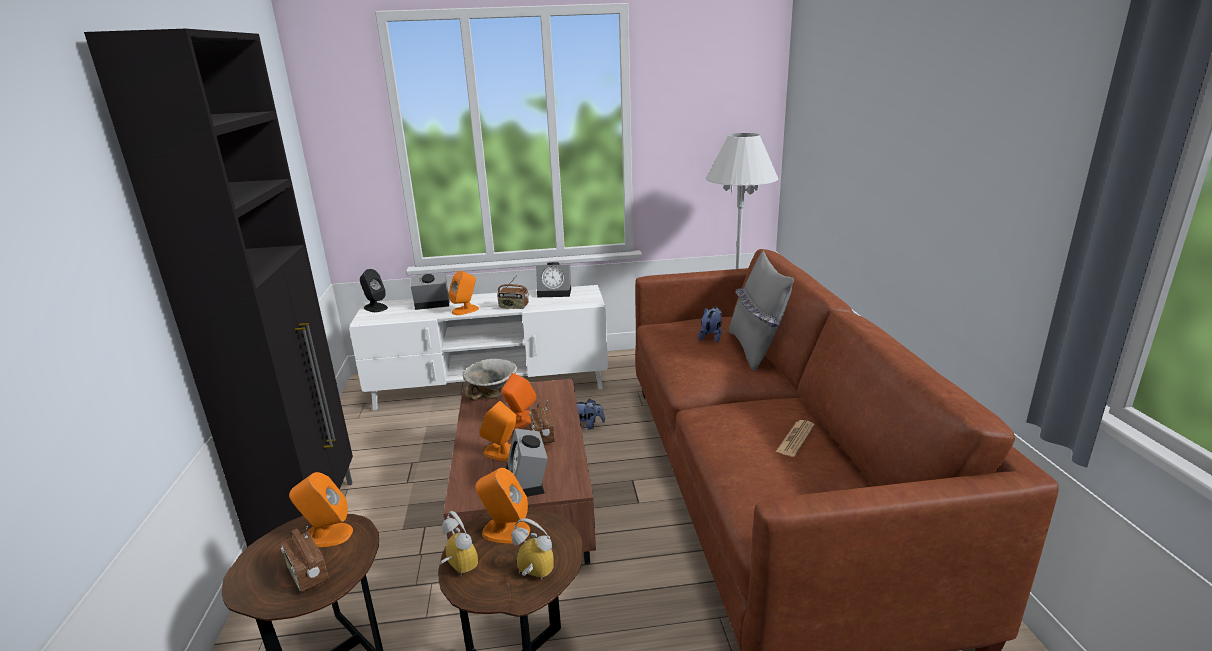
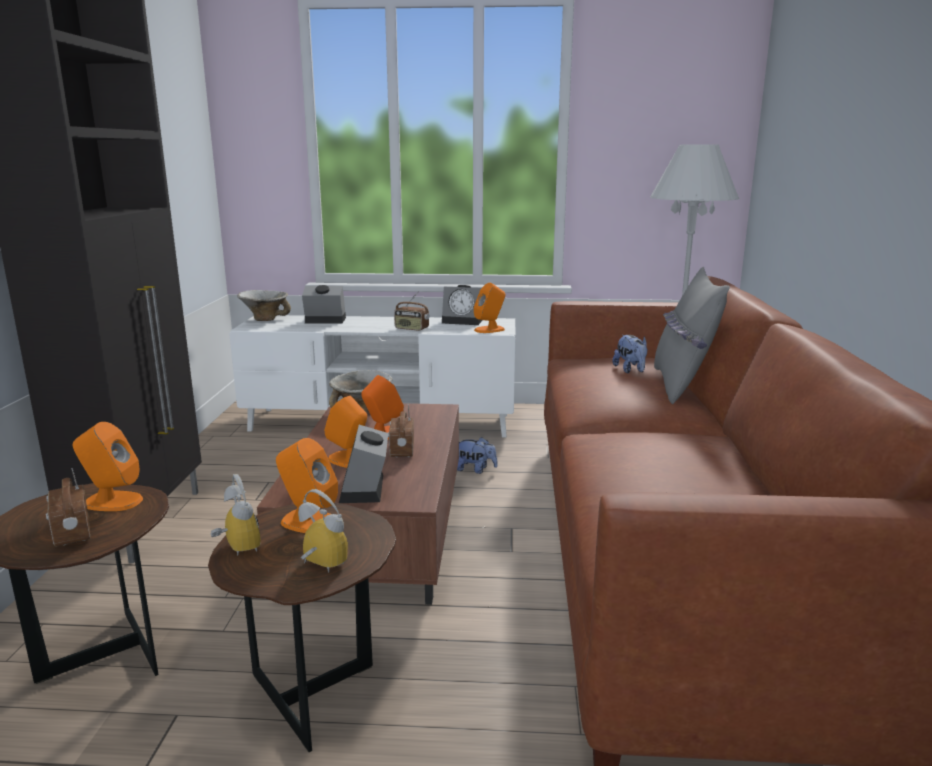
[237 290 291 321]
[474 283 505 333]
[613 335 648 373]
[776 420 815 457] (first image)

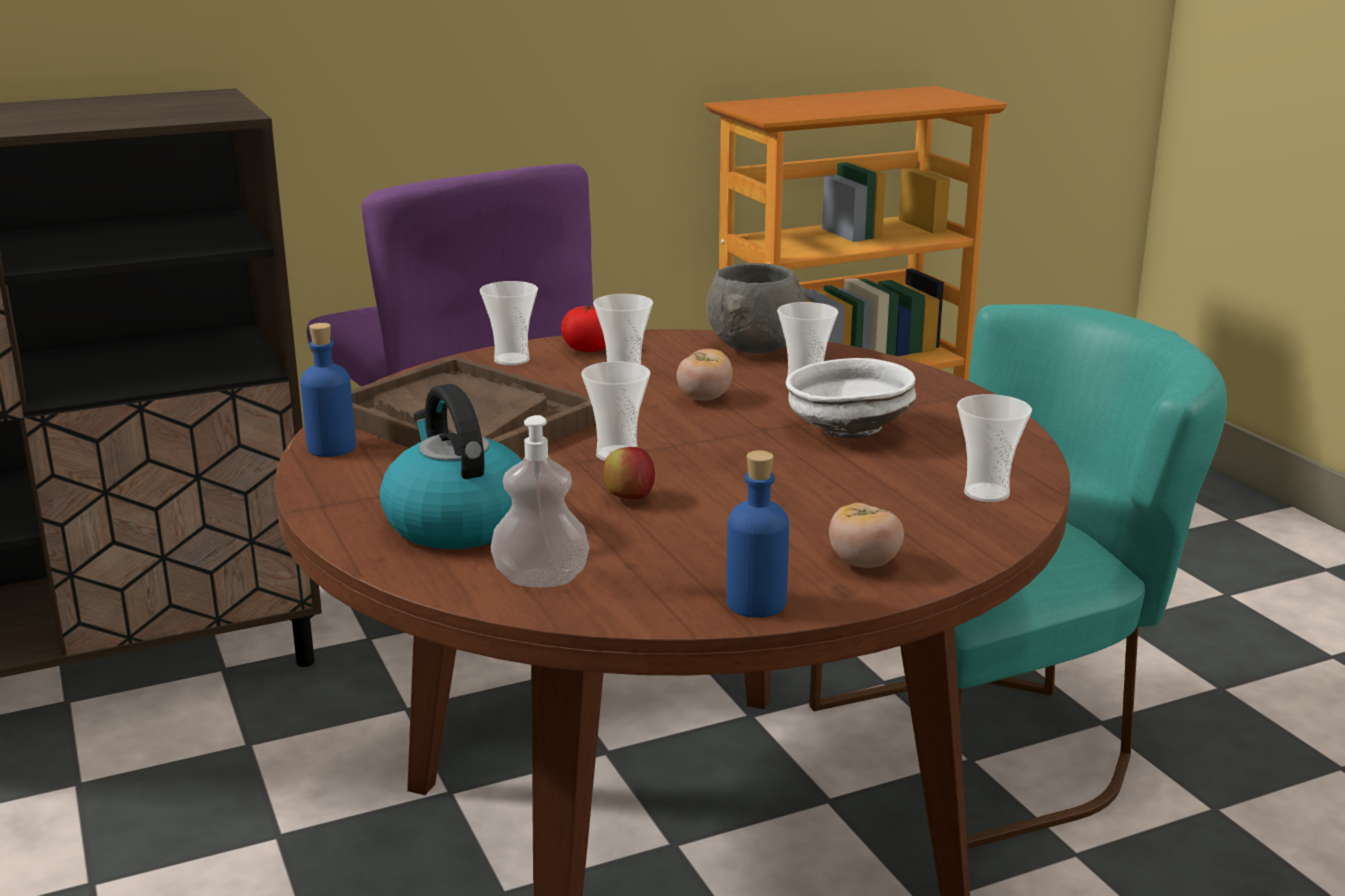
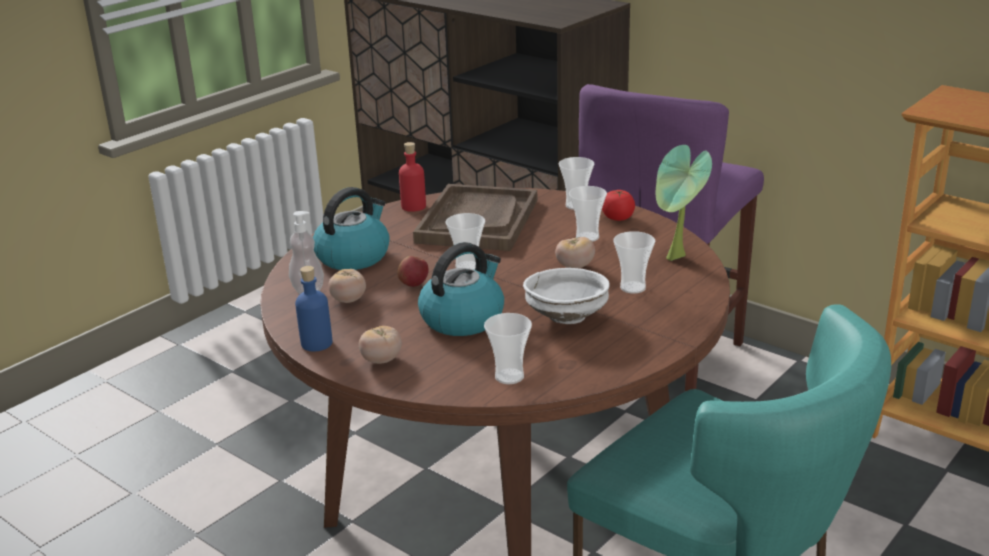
[328 269 366 303]
[399 142 426 212]
[418 242 504 336]
[656 145 712 261]

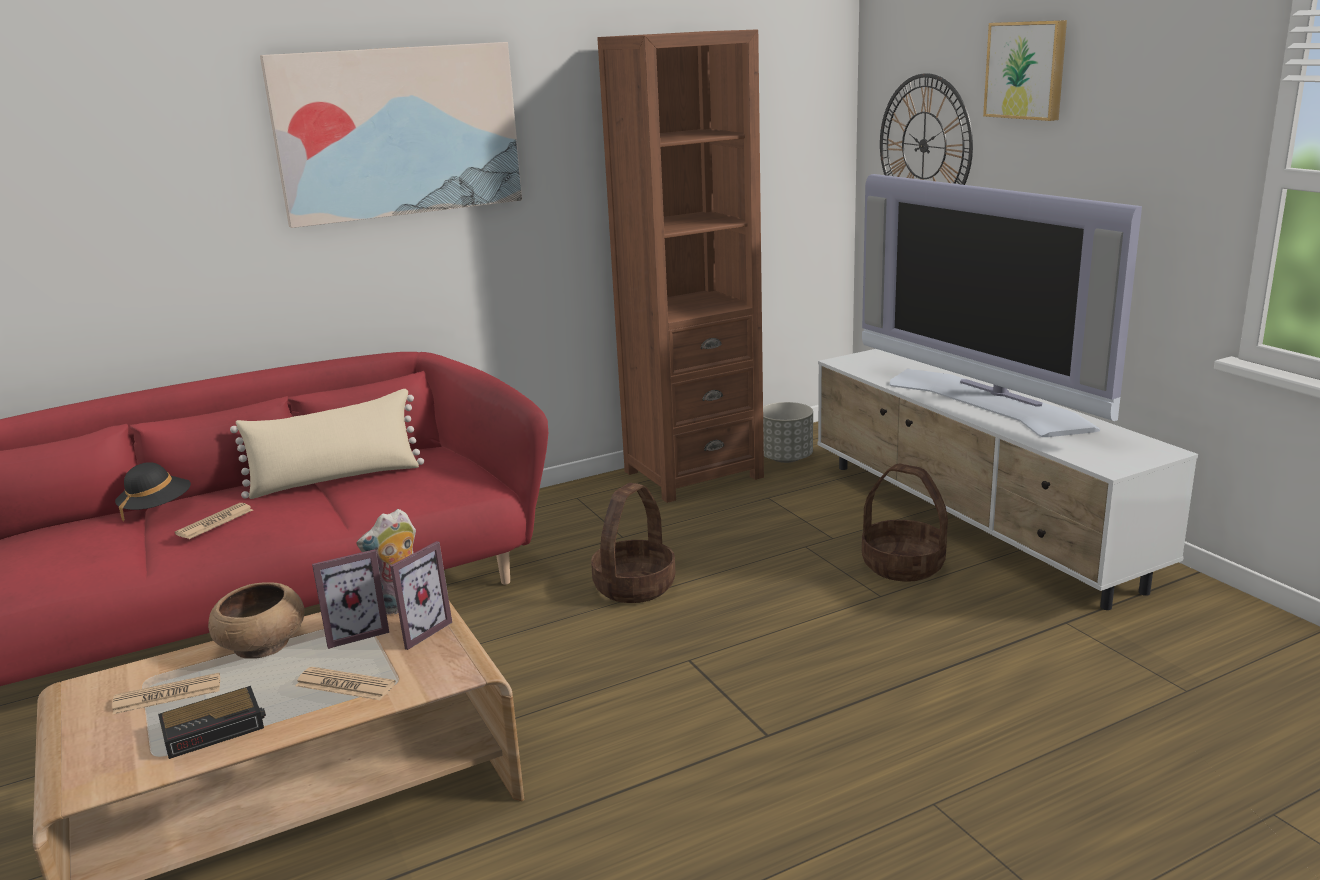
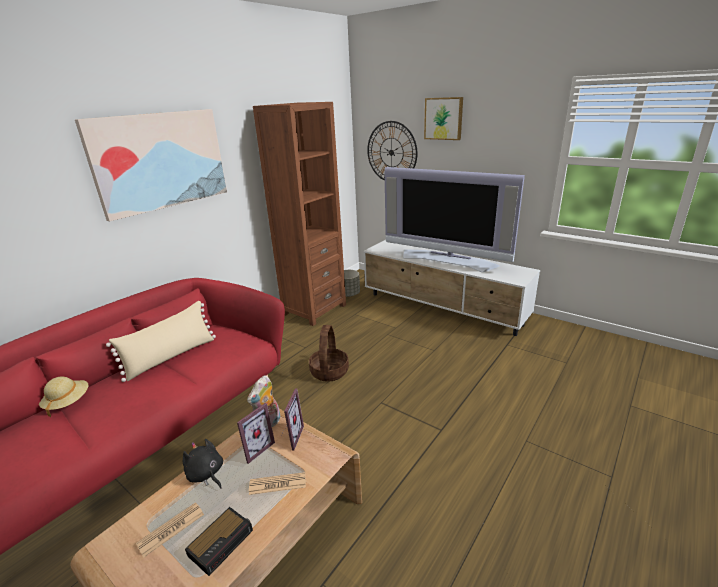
[39 376 88 417]
[183 439 223 489]
[175 503 253 539] (first image)
[862 464 948 582] (first image)

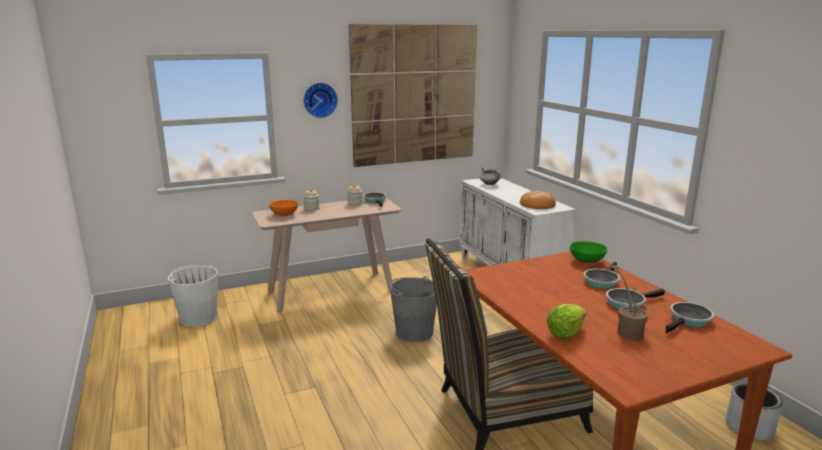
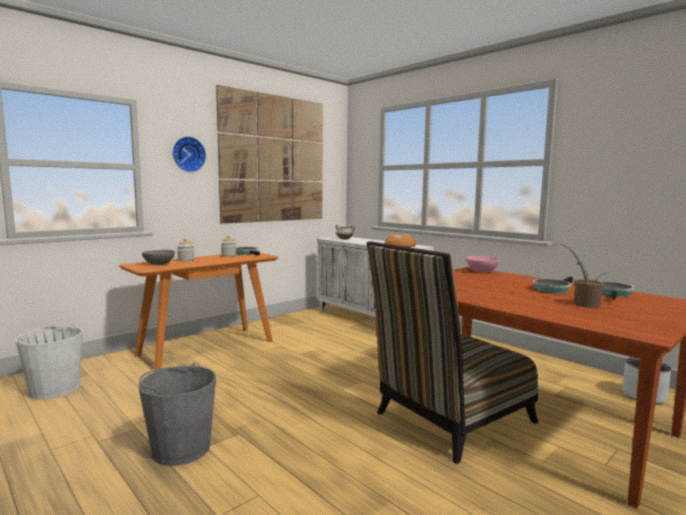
[119 253 278 372]
[139 362 216 466]
[142 250 175 265]
[466 256 500 273]
[547 304 586 339] (first image)
[584 262 620 289] (first image)

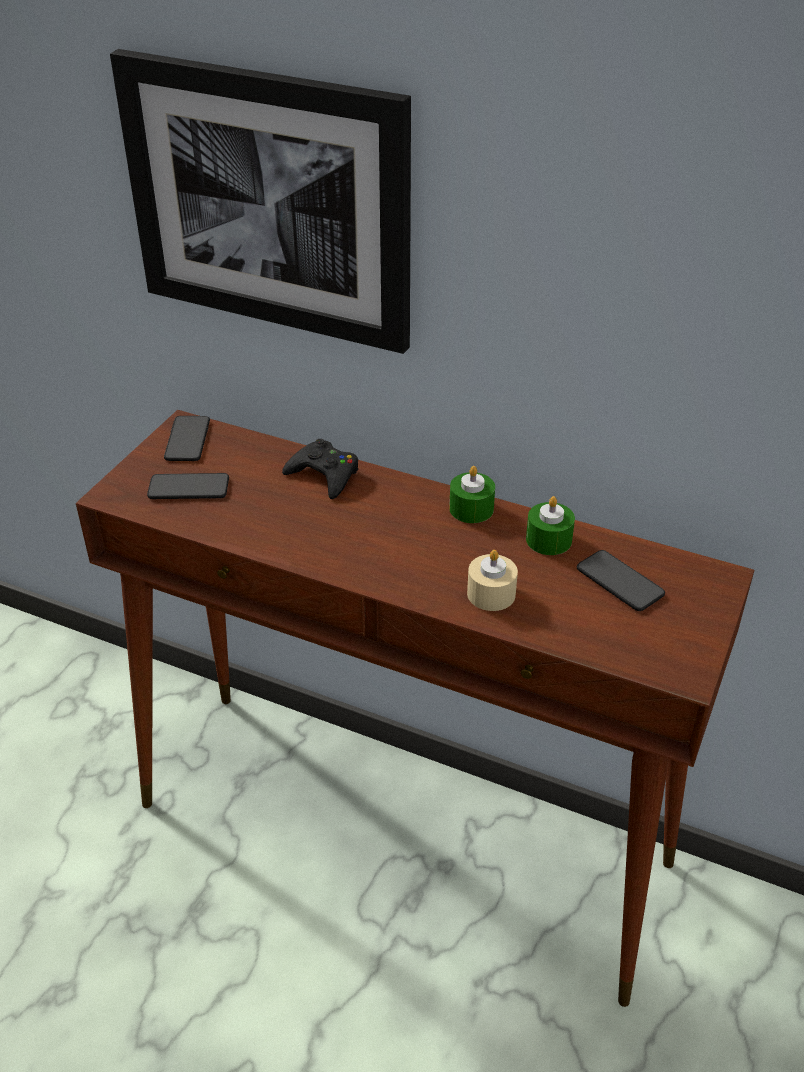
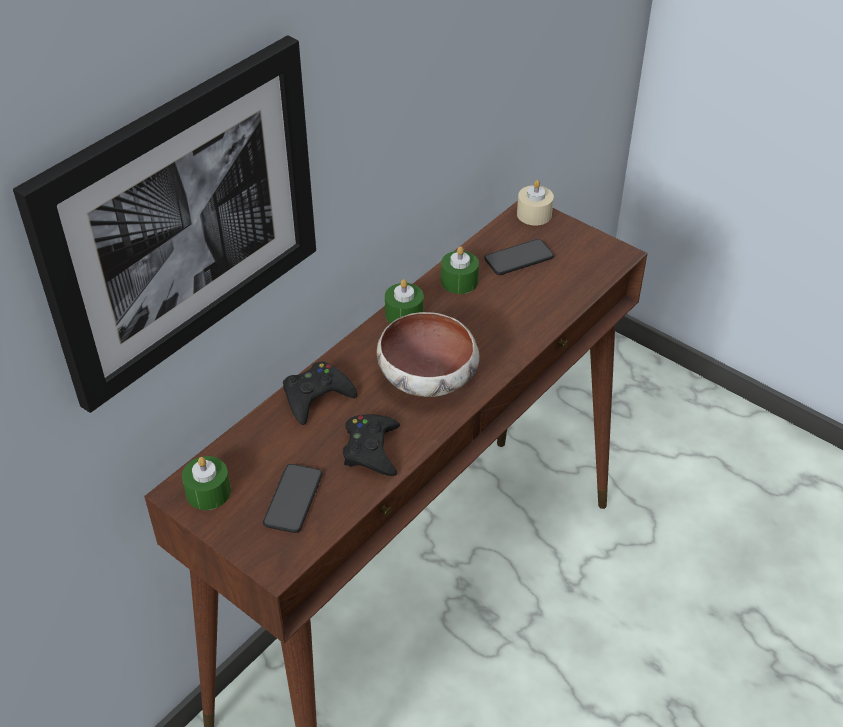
[182 456 231 510]
[343 414 400 476]
[377 312 480 397]
[517 180 554 226]

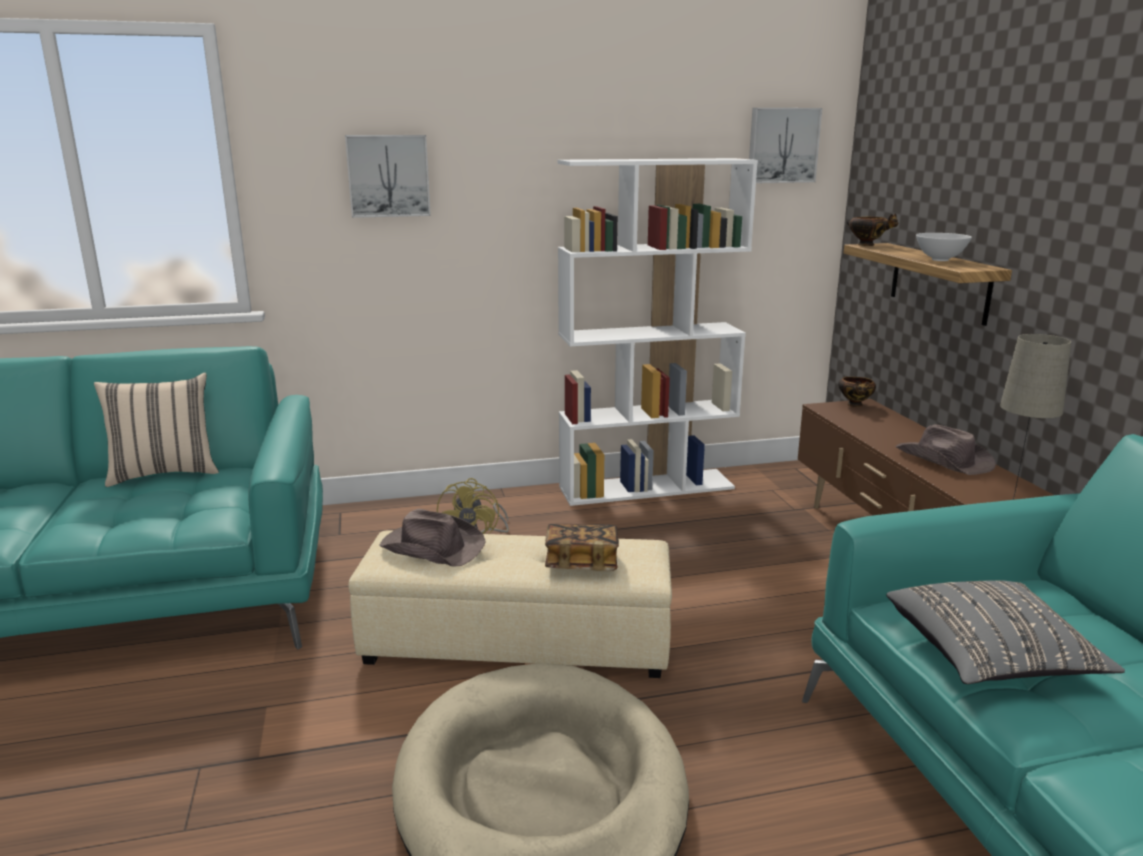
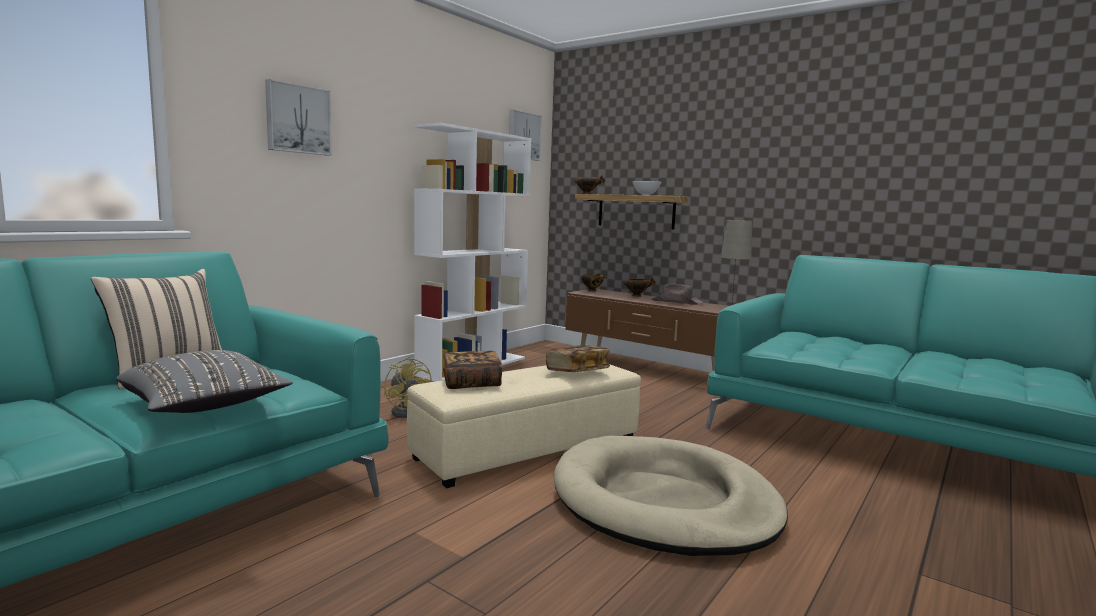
[116 350 293 413]
[443 351 503 389]
[623 277 656 297]

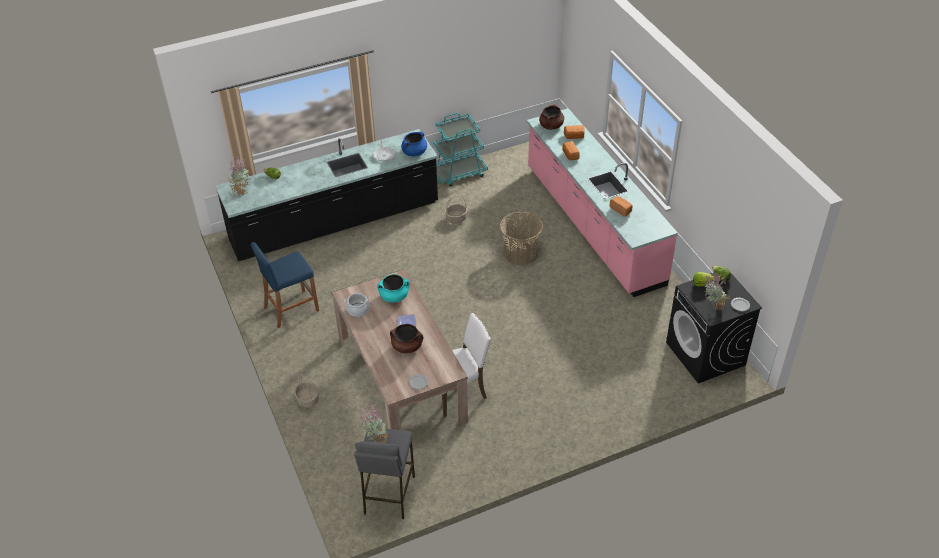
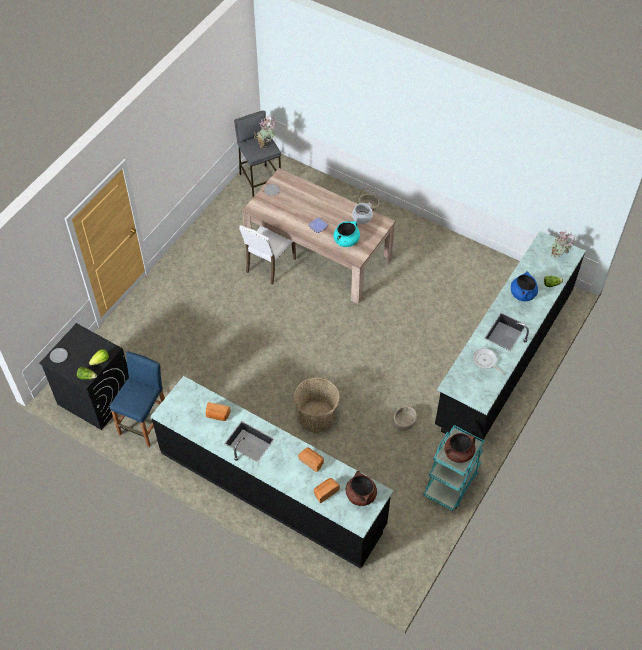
[110 351 165 447]
[151 376 393 569]
[445 433 475 463]
[511 271 538 301]
[705 273 730 312] (first image)

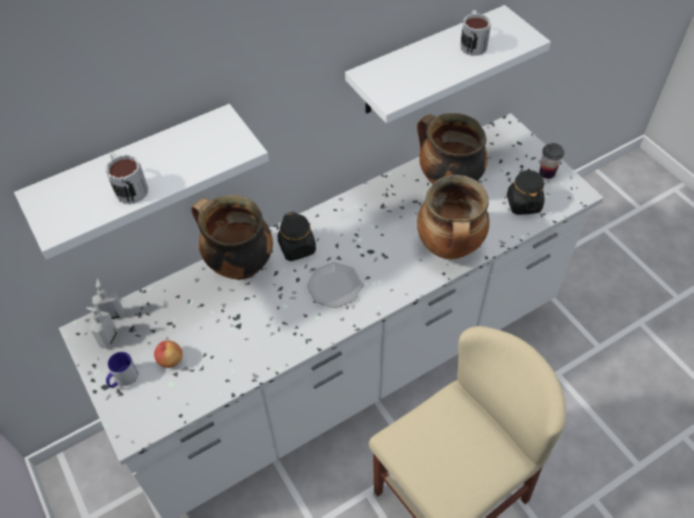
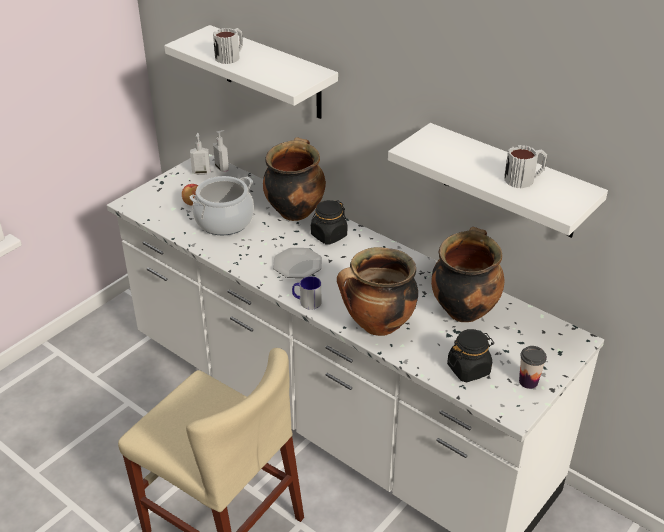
[190 176 254 235]
[292 276 321 310]

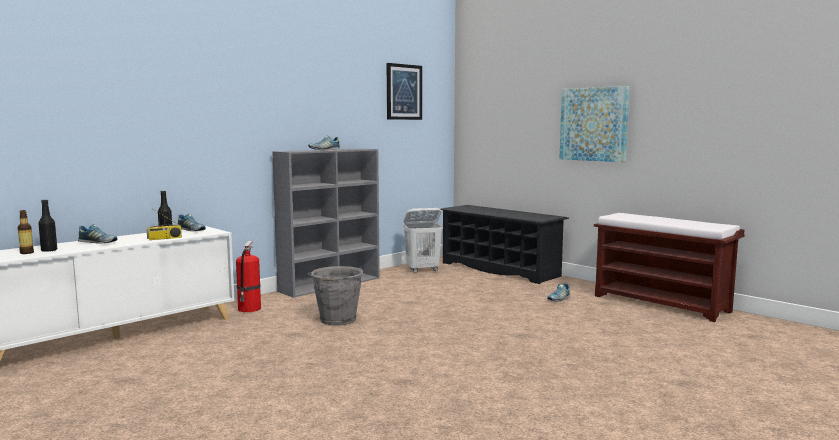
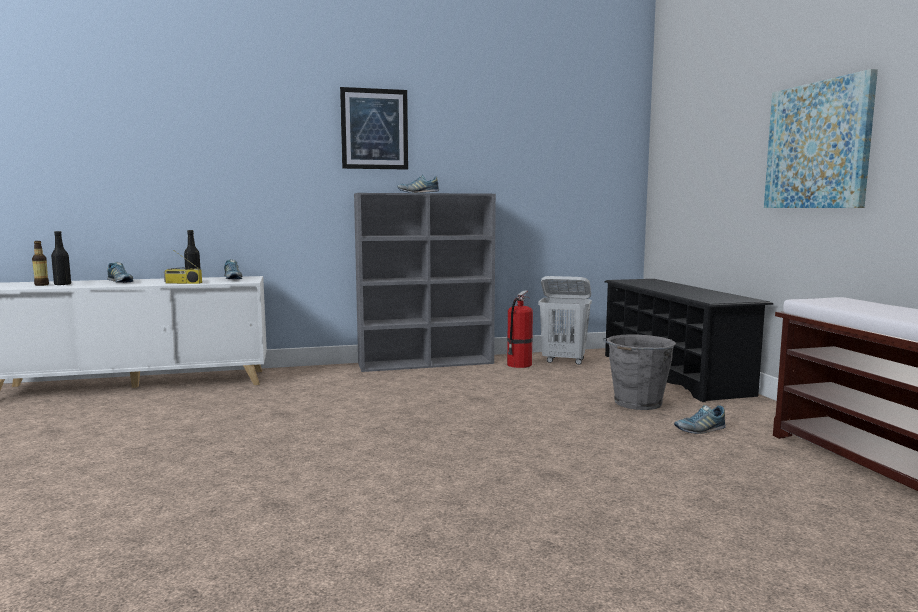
[340 87 408 170]
[507 290 533 368]
[603 334 676 410]

